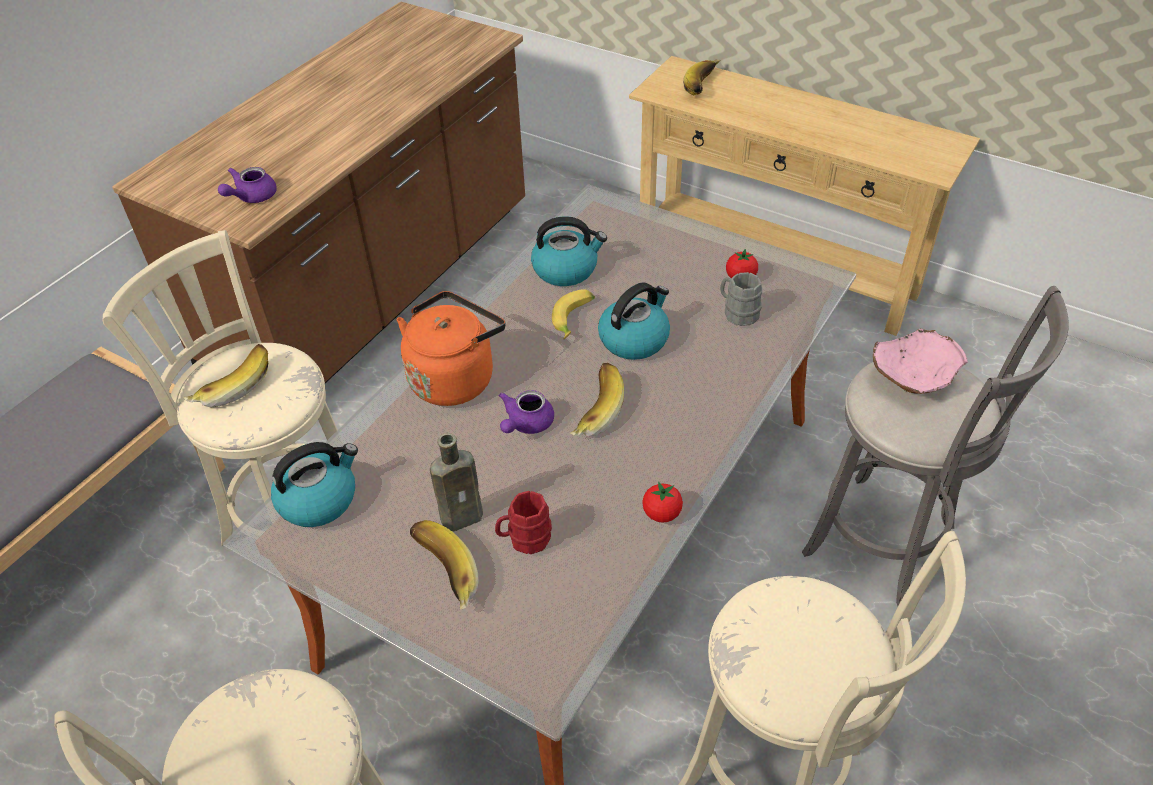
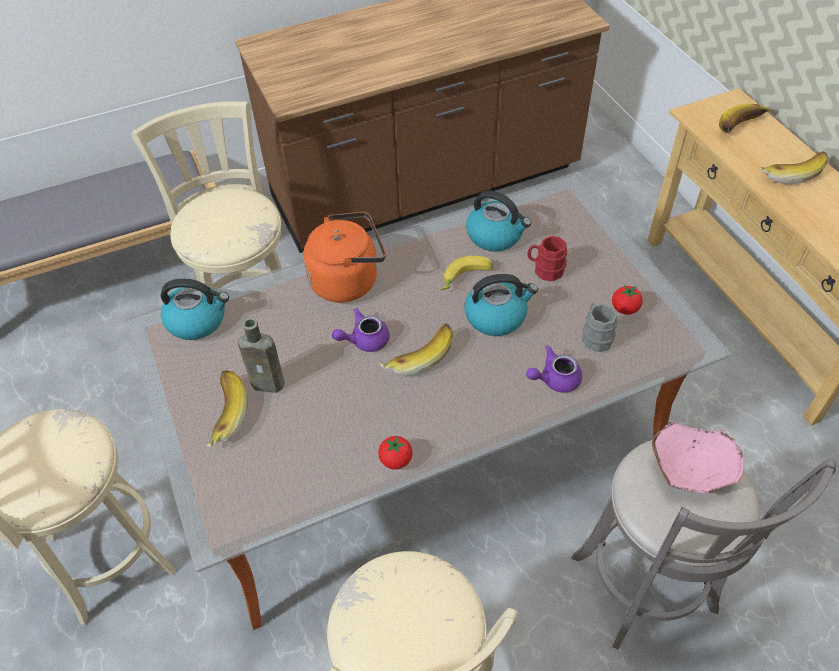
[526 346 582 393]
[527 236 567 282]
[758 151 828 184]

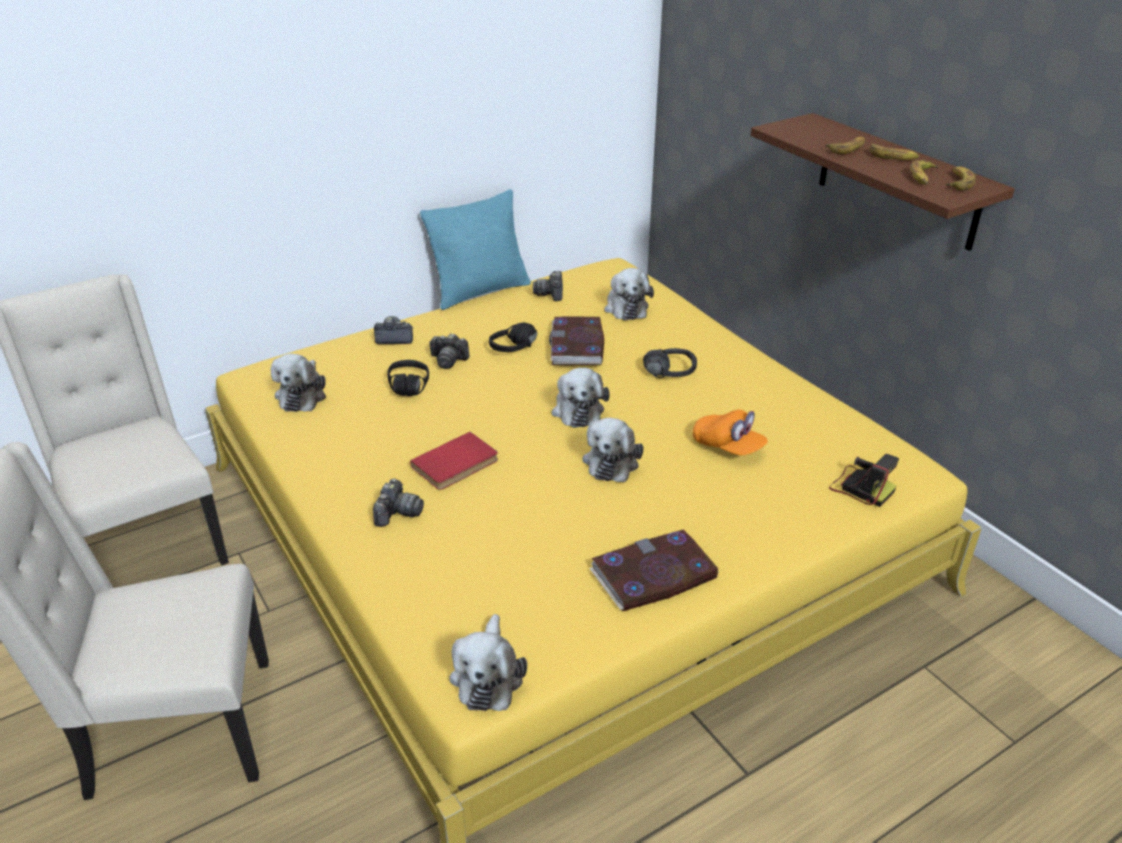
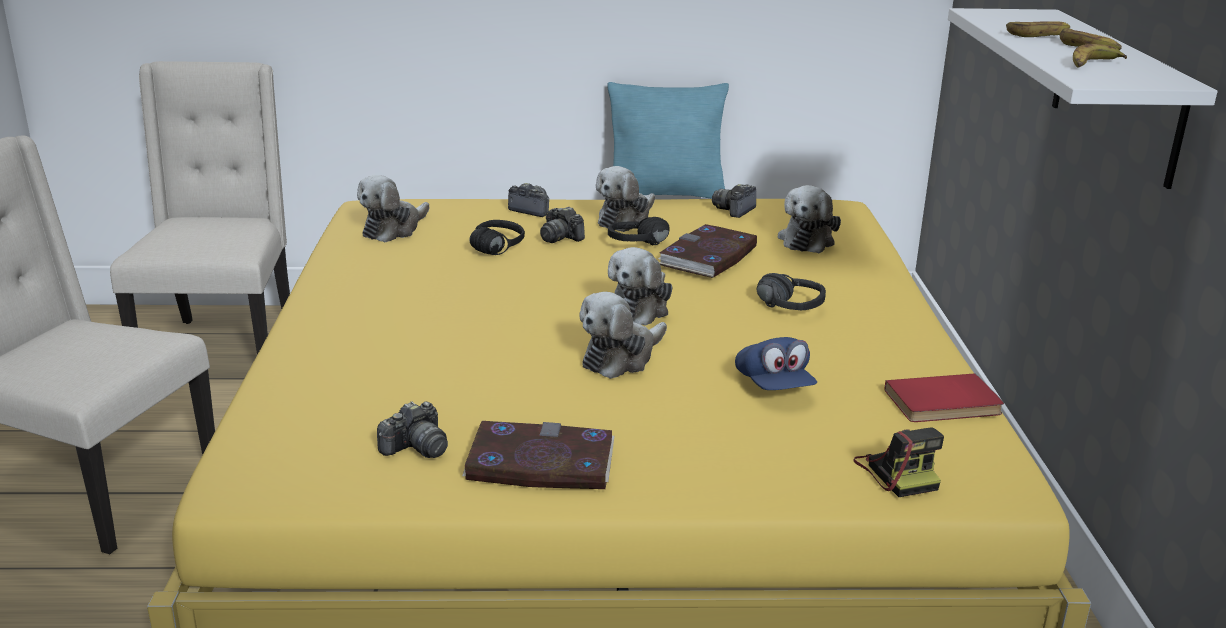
[377 401 448 458]
[596 166 655 232]
[735 337 817 390]
[884 374 1004 422]
[948 8 1217 189]
[946 166 975 190] (first image)

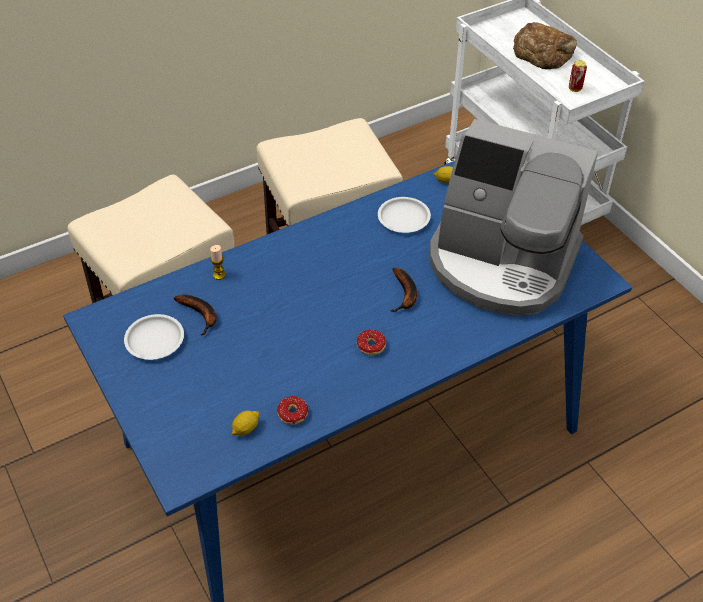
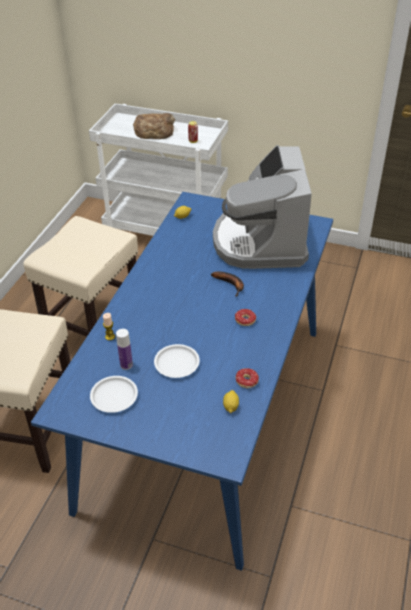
[116 329 133 370]
[154 344 200 378]
[213 145 312 269]

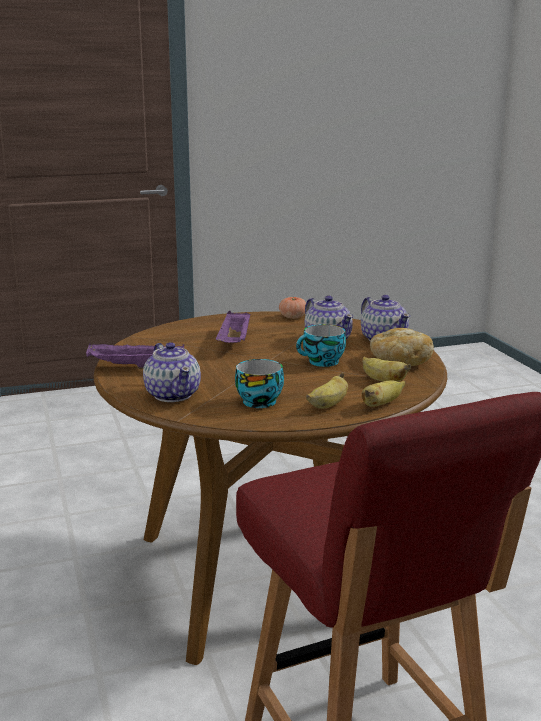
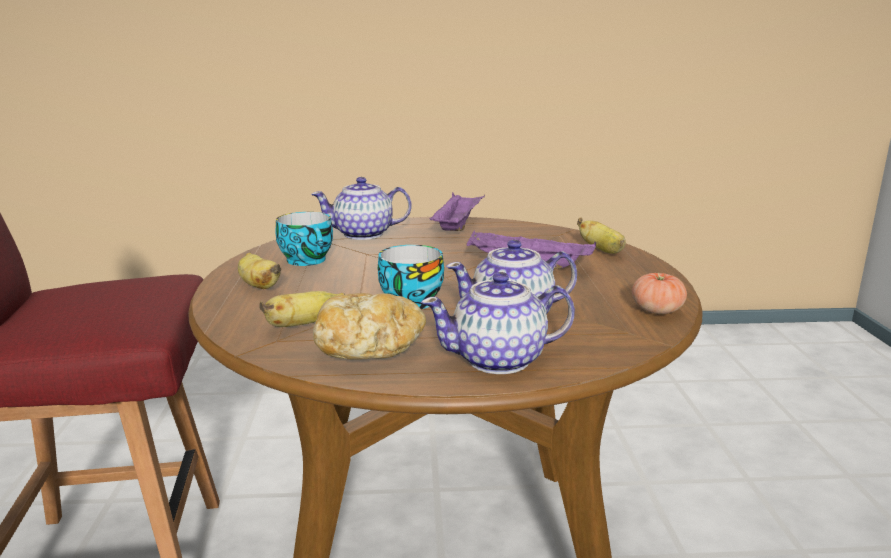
[577 218 626 254]

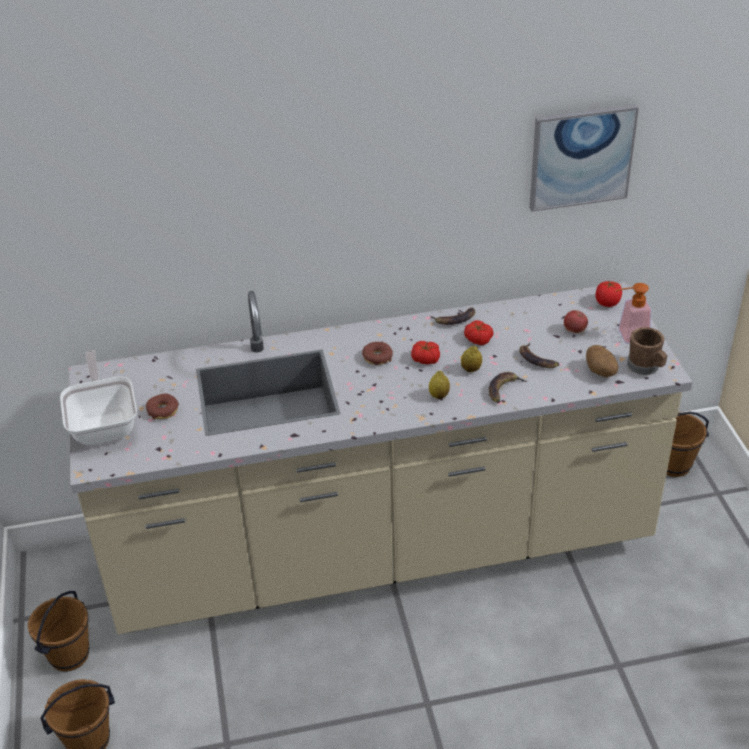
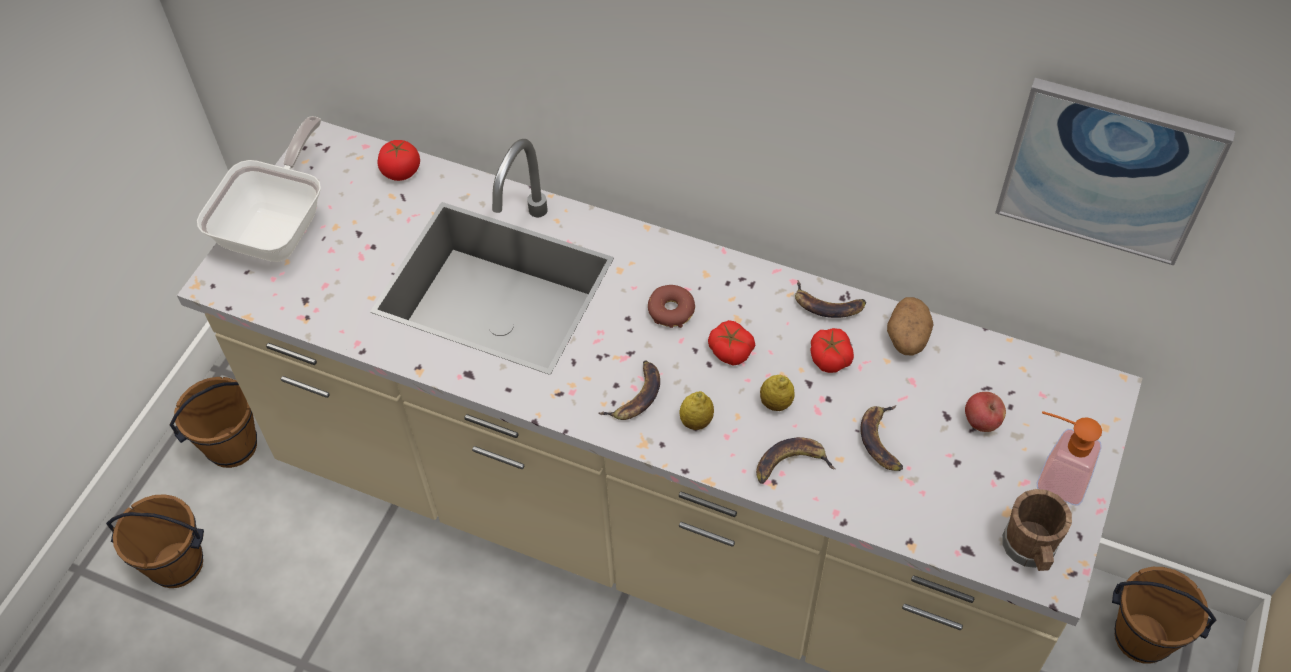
[377 140 420 181]
[599 360 660 420]
[887 297 934 355]
[146 393 179 420] (first image)

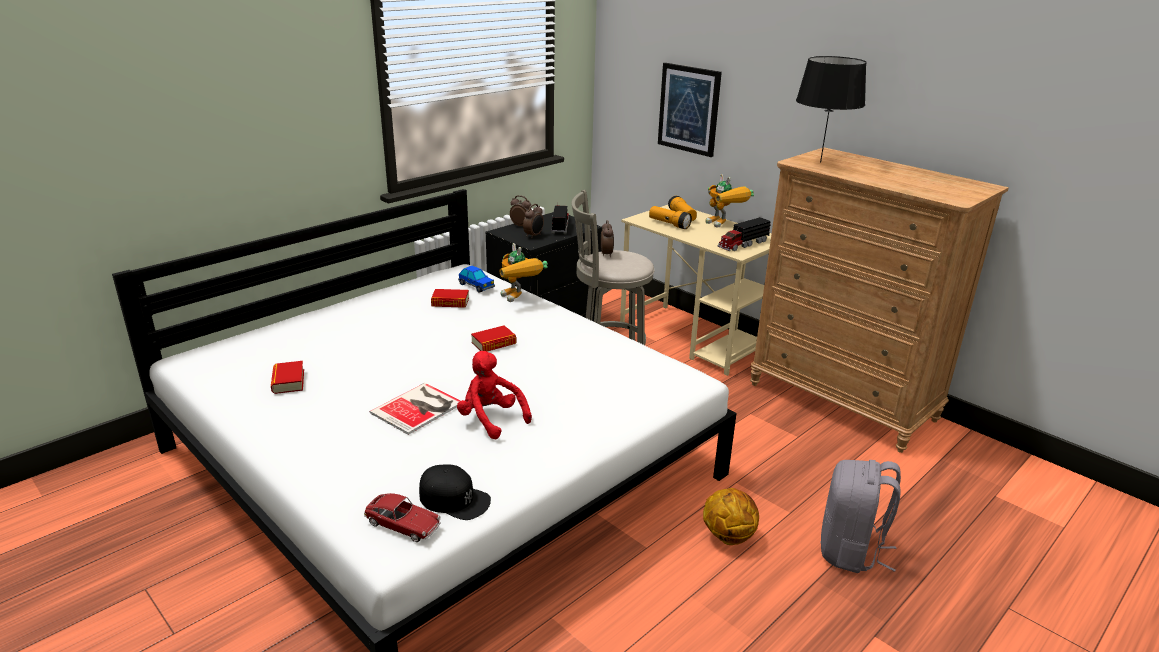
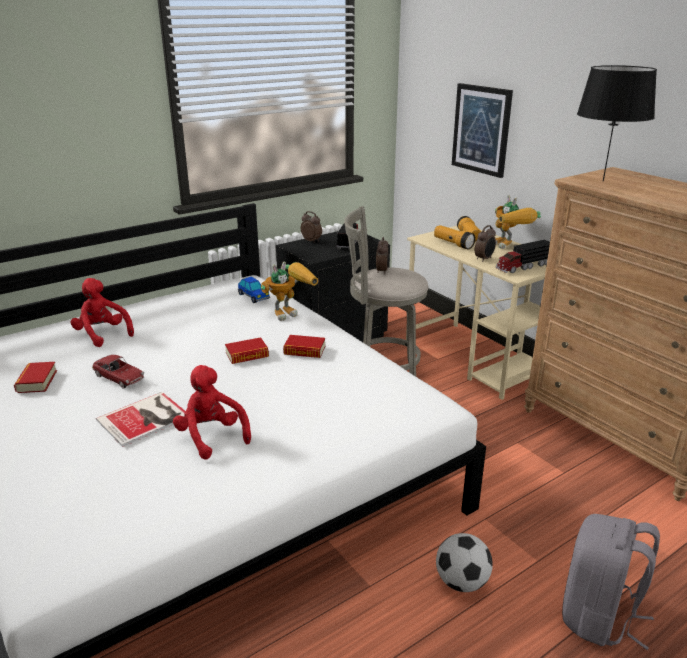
[70 278 134 347]
[92 355 144 389]
[261 262 319 321]
[283 335 325 358]
[436 533 493 592]
[475 225 496 262]
[419 464 491 520] (first image)

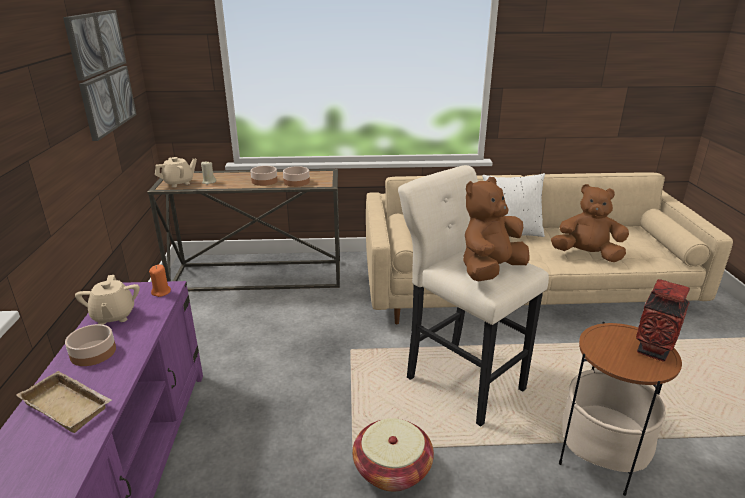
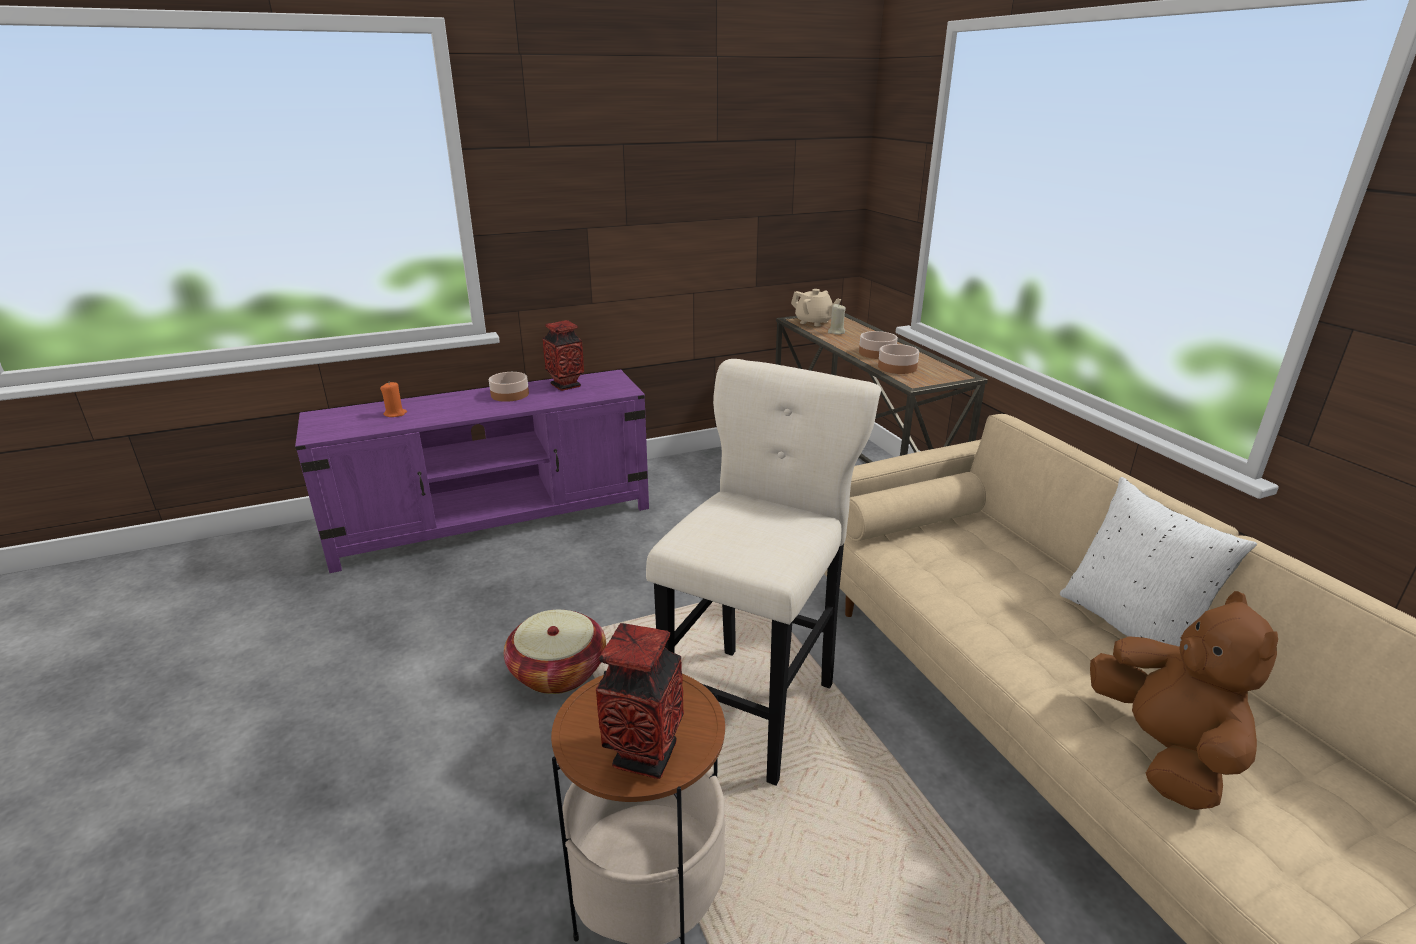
[380 382 407 417]
[543 320 584 391]
[17 371 112 433] (first image)
[63 10 137 141] (first image)
[463 177 529 281] (first image)

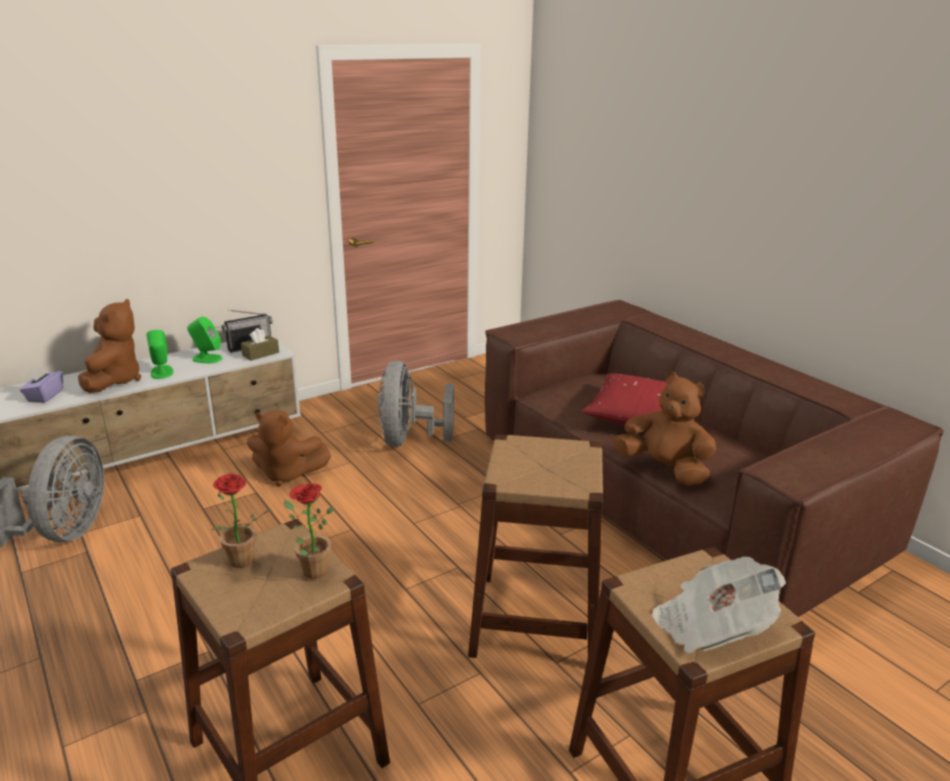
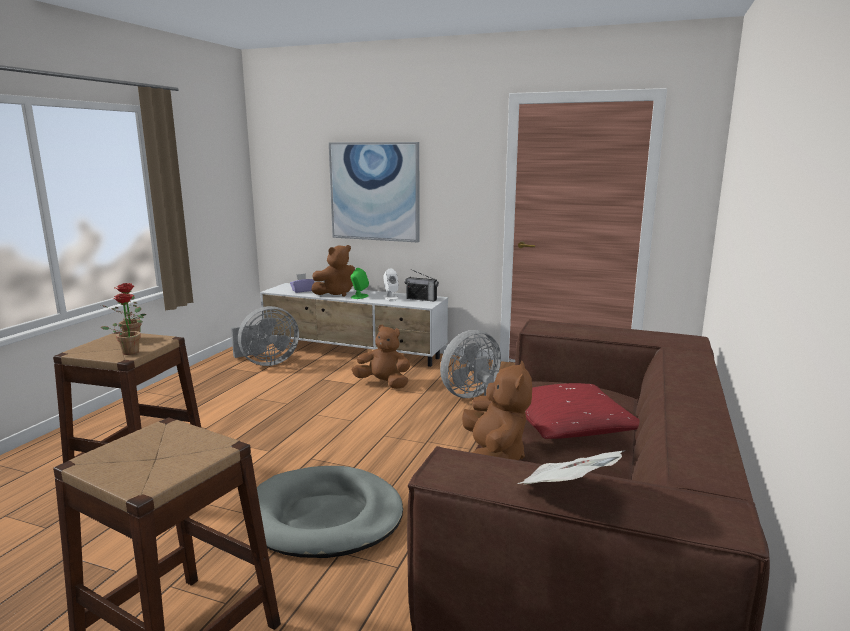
[257 466 403 558]
[329 142 420 242]
[351 325 410 389]
[383 269 399 300]
[518 450 625 484]
[241 328 279 361] (first image)

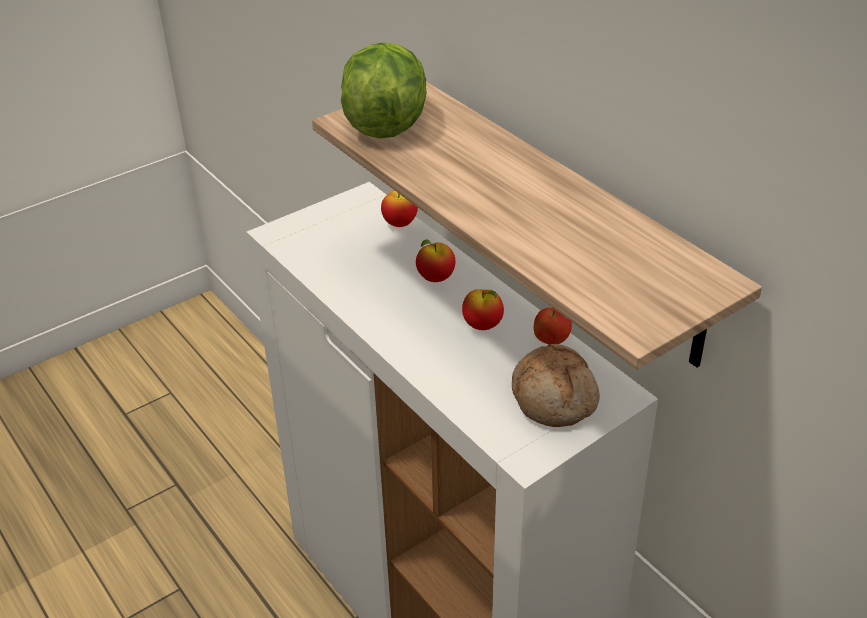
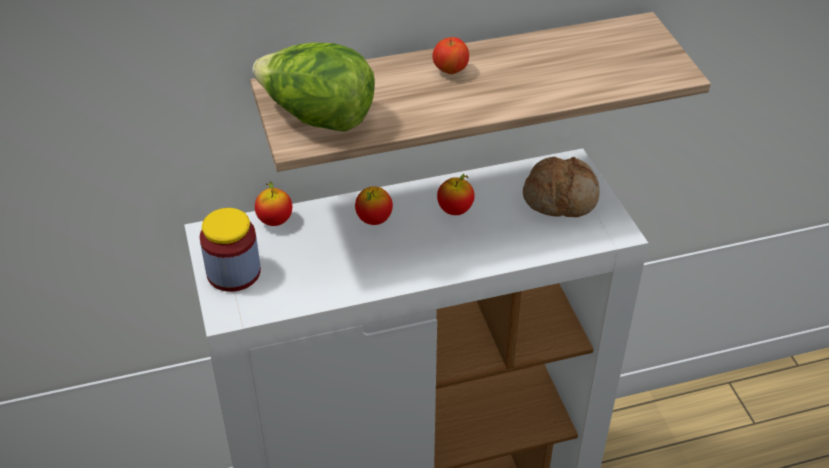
[200 208 261 292]
[432 37 469 74]

